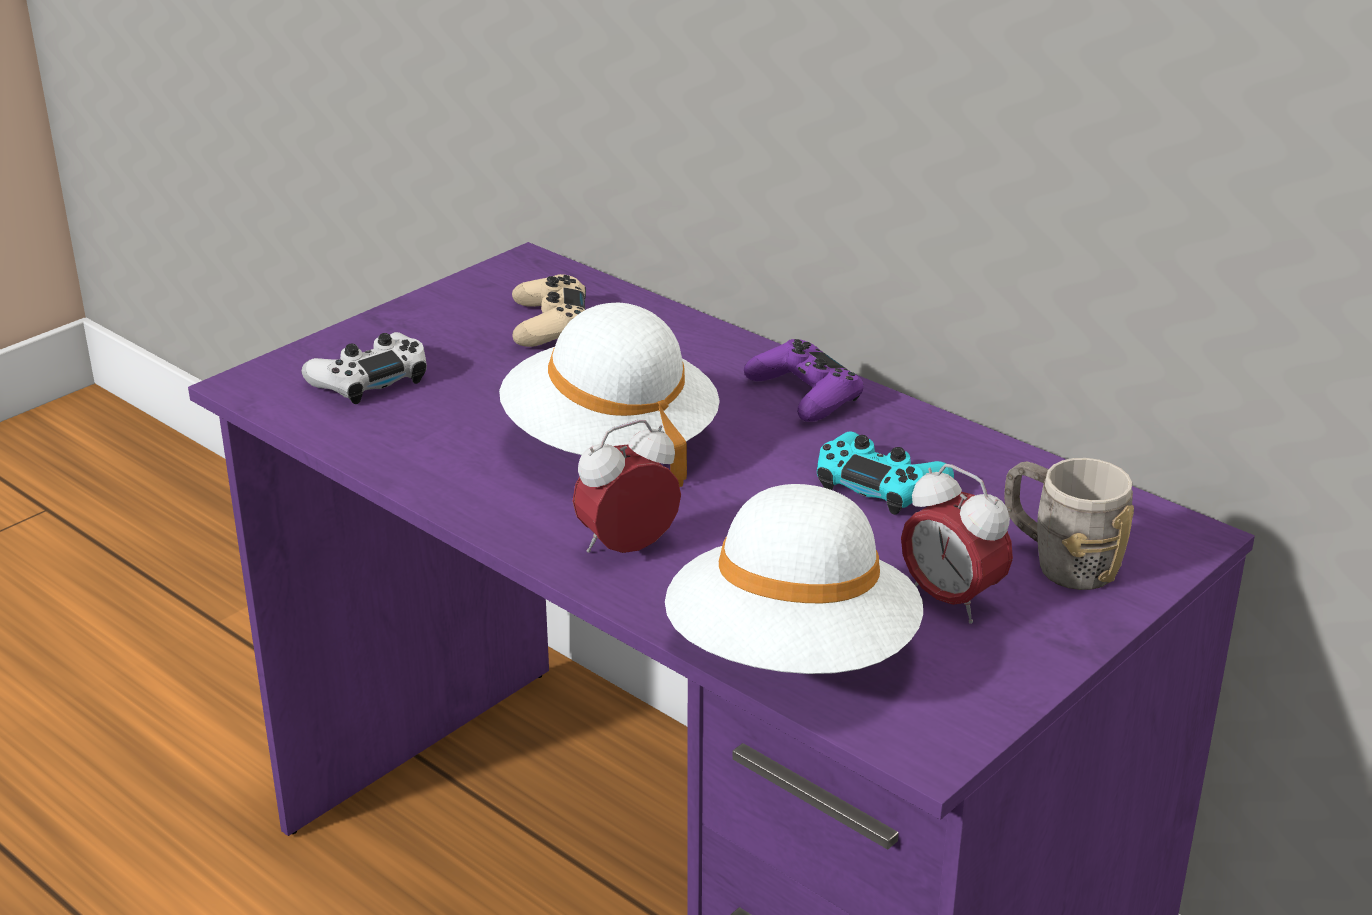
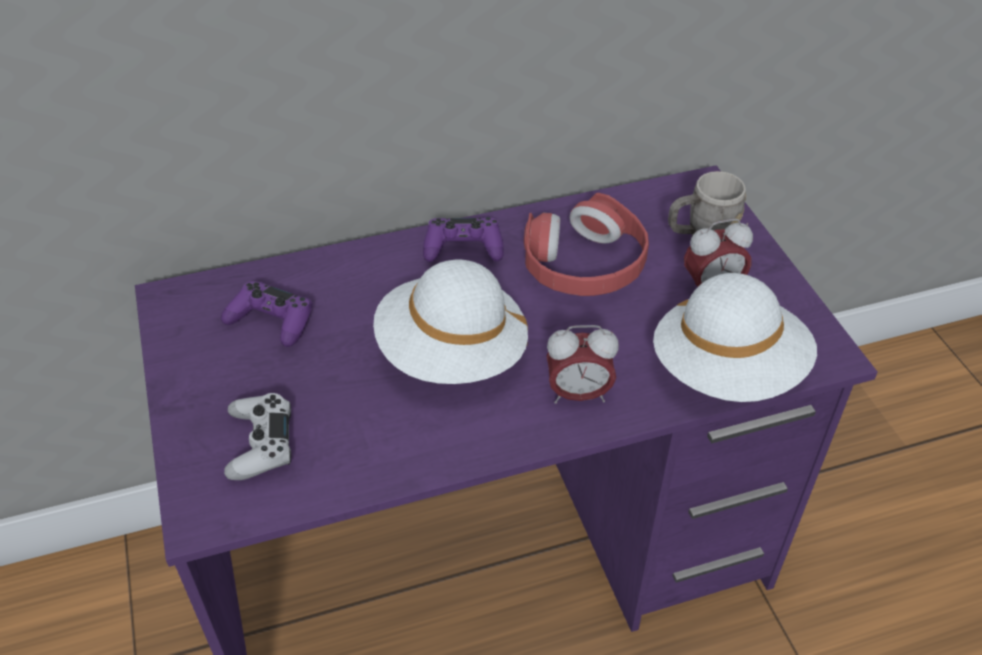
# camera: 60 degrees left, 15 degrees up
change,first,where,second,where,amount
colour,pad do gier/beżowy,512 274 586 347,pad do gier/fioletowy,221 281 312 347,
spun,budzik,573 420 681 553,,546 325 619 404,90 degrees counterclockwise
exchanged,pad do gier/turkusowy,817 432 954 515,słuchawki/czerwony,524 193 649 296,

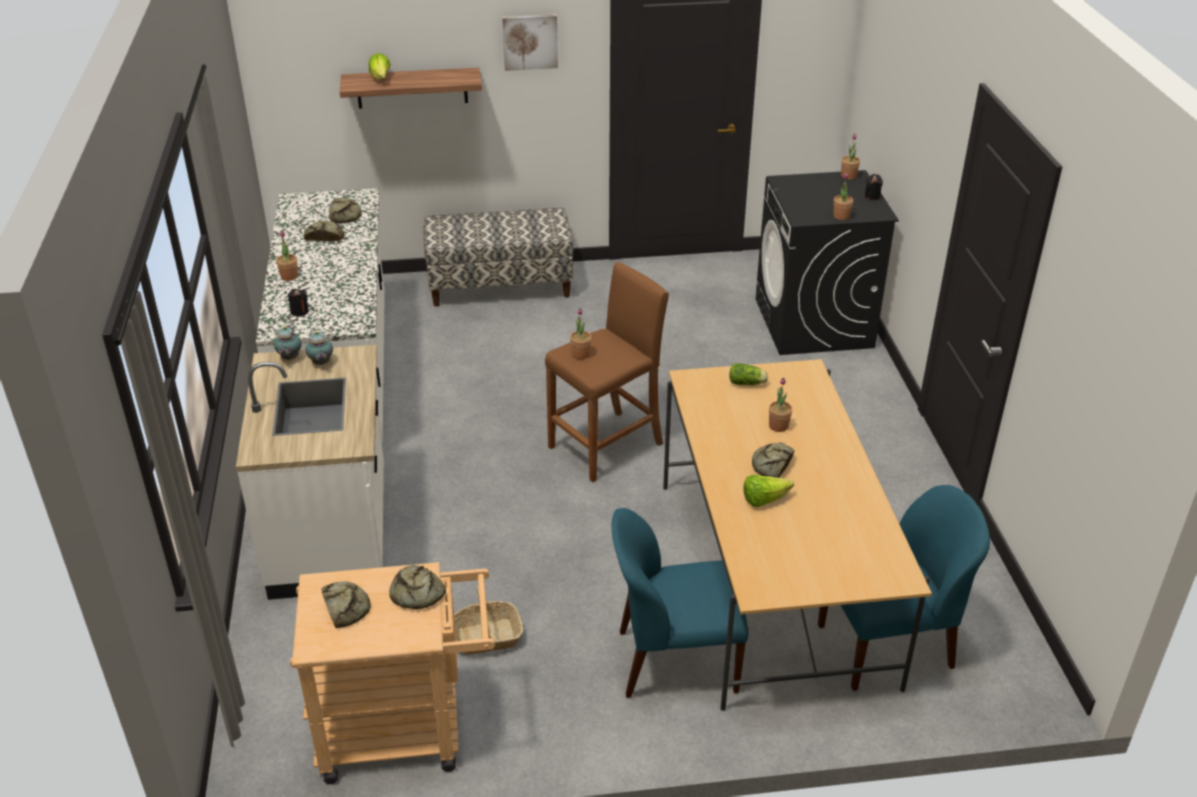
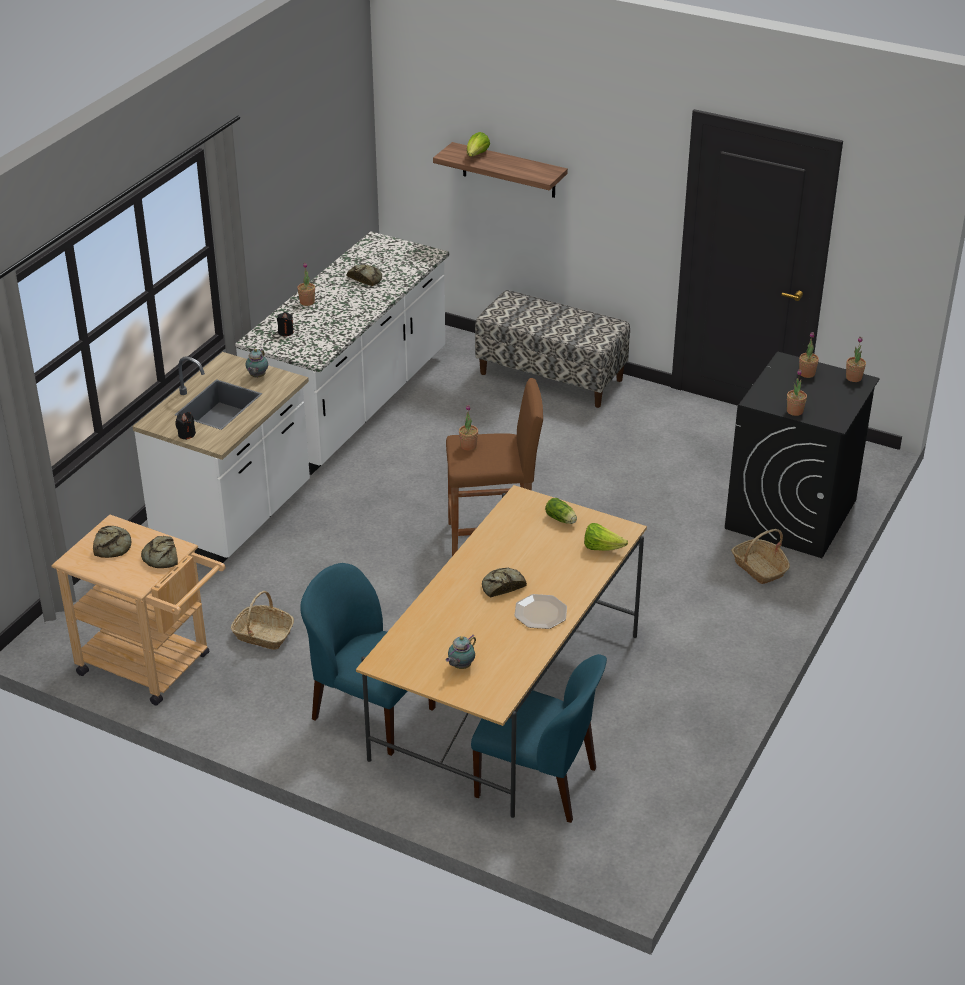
# camera: 35 degrees right, 0 degrees up
change,first,where,second,where,amount
relocated,imbryk,274 325 302 360,,446 635 476 669,
missing,chleb,329 198 362 223,,,
missing,obraz,502 14 558 71,,,
relocated,sałata,743 475 794 507,,584 523 628 551,
relocated,roślina doniczkowa,769 378 792 432,,799 332 819 378,
relocated,świeca/czarny,865 174 883 200,,175 412 196 440,
appeared,,,talerz,514 594 567 629,
appeared,,,koszyk,731 529 790 584,

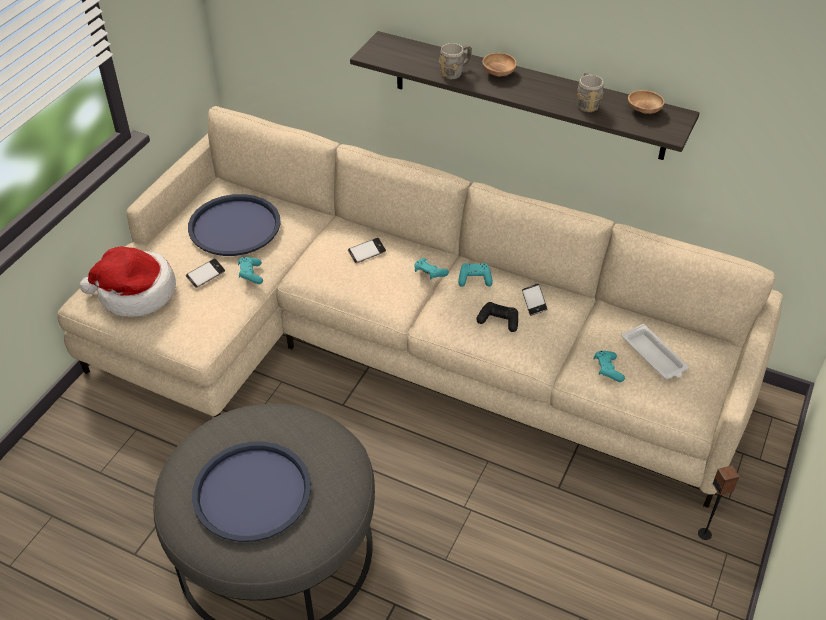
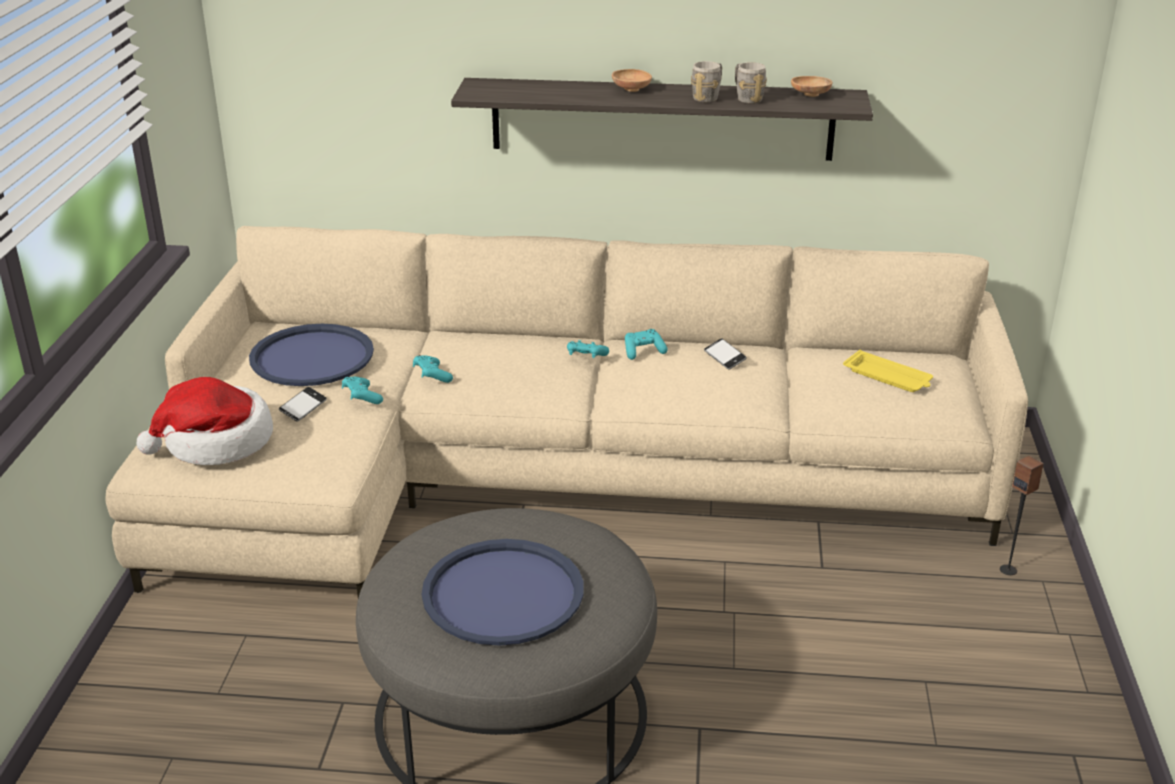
# camera: 20 degrees left, 15 degrees down
change,first,where,second,where,amount
missing,telefon,348 238 386 263,,,
relocated,kubek/szary,439 43 472 79,,691 61 722 103,
missing,pad do gier/czarny,476 302 518 332,,,
relocated,pad do gier/turkusowy,593 351 625 382,,413 355 453 383,
colour,taca/biały,622 324 689 379,taca/żółty,843 350 933 392,

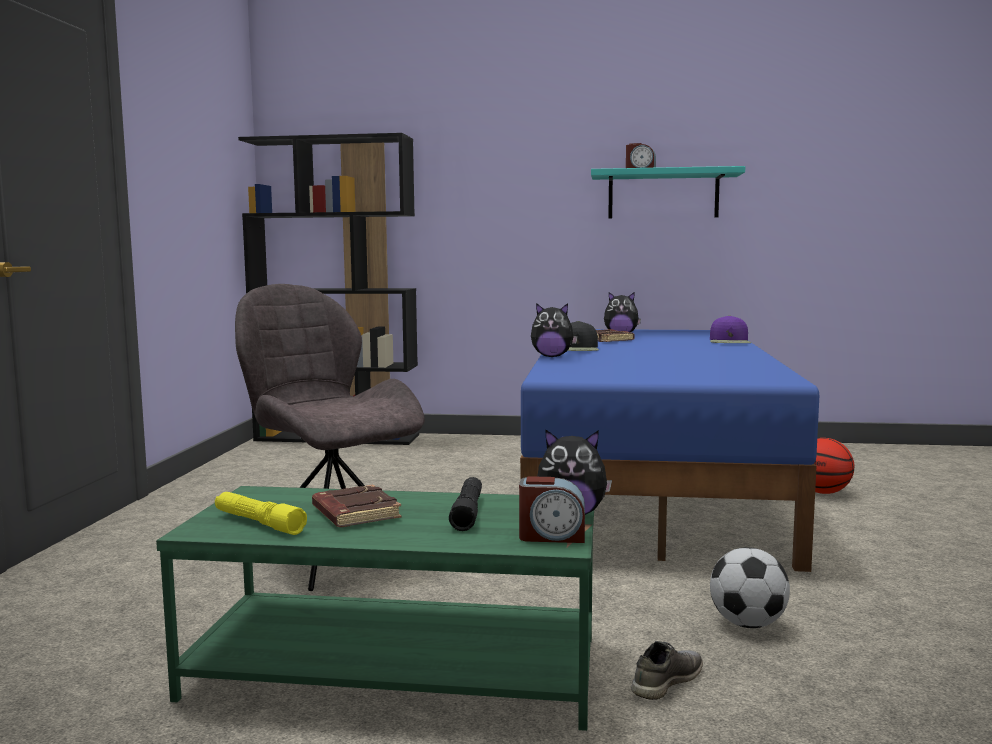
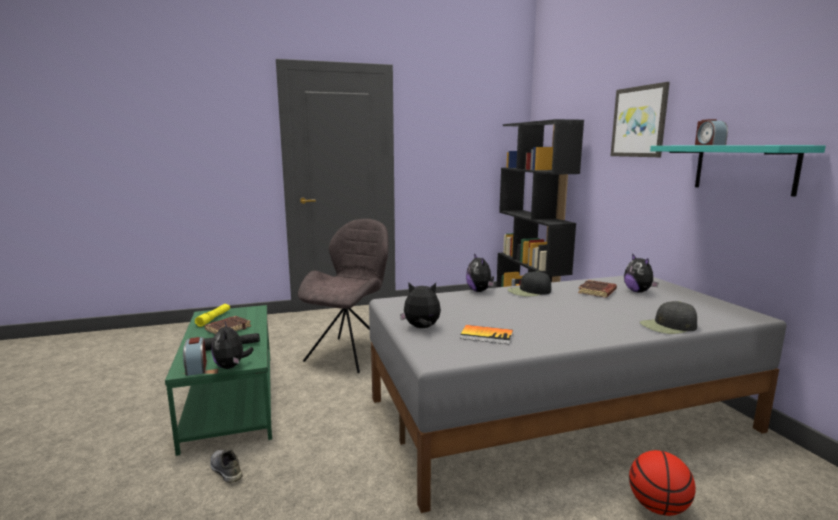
# camera: 65 degrees right, 5 degrees up
change,first,where,second,where,amount
colour,łóżko/niebieski,520 329 819 572,łóżko/szary,369 276 786 513,
spun,but/szary,631 641 703 700,,210 450 243 483,150 degrees counterclockwise
colour,czapka z daszkiem/fioletowy,710 315 751 343,czapka z daszkiem/czarny,640 301 697 334,
missing,piłka futbolowa,710 547 790 628,,,
appeared,,,pluszak,400 283 441 328,
appeared,,,książka,460 325 513 344,
appeared,,,obraz,611 82 670 157,

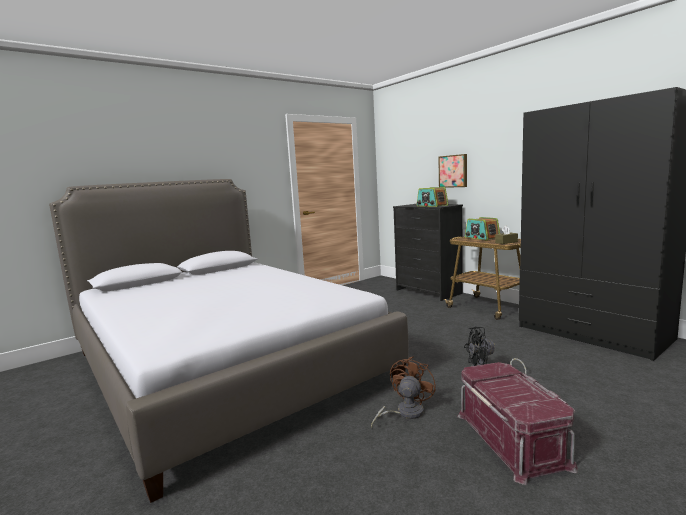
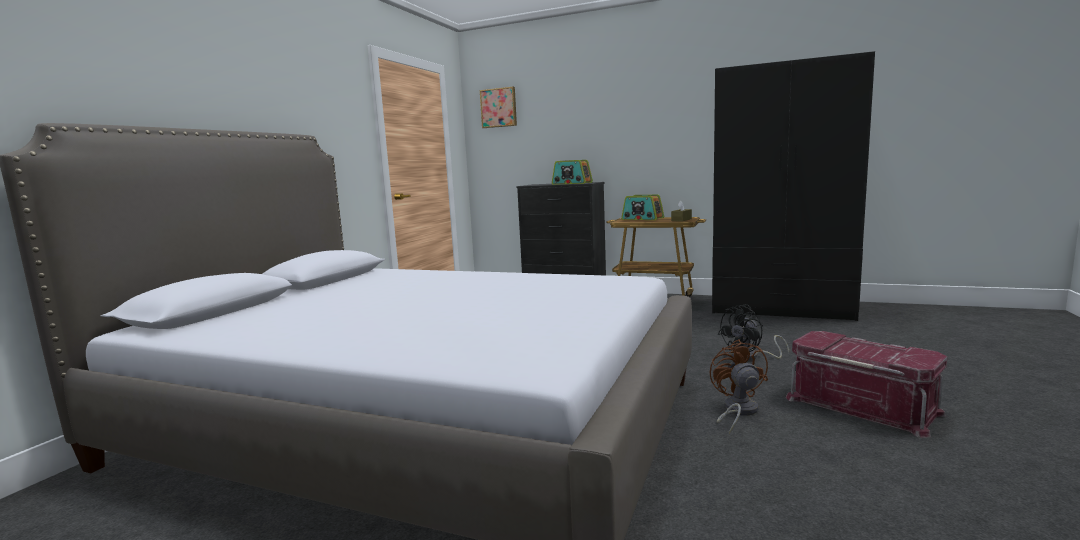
# camera: 30 degrees left, 0 degrees up
change,first,where,second,where,amount
relocated,obraz,438 154 467 188,,480 87 517 128,

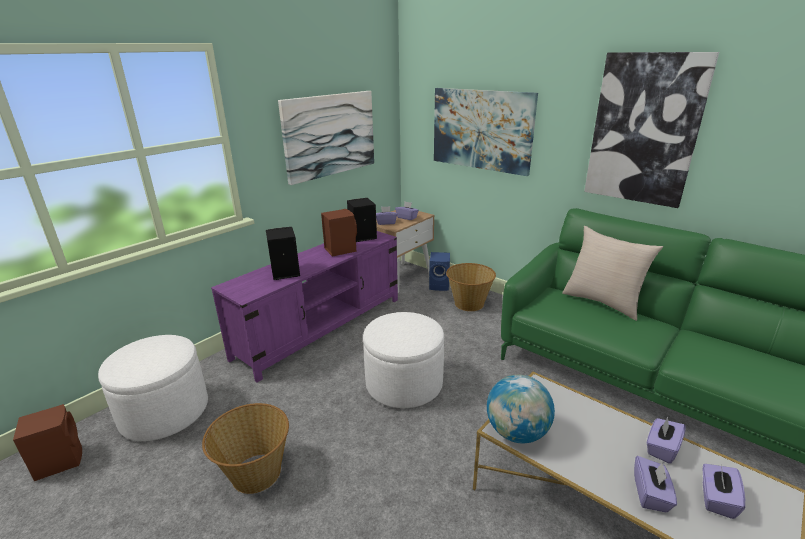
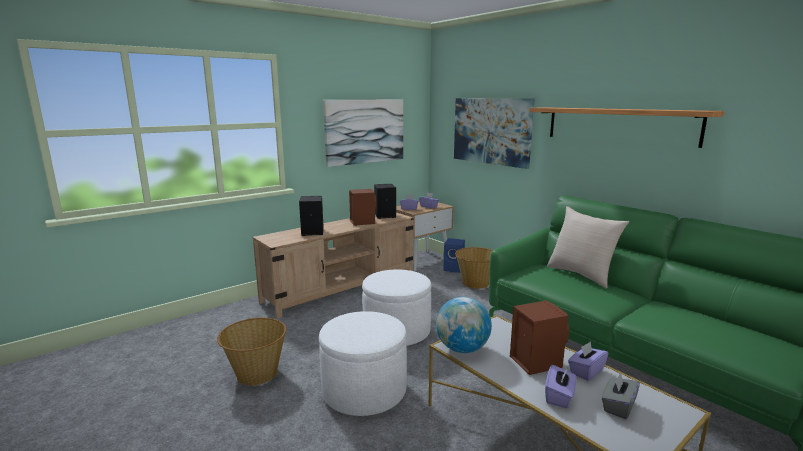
# camera: 10 degrees right, 10 degrees down
change,first,where,second,where,amount
relocated,głośnik/brązowy,13 404 82 481,,510 300 569 375,
relocated,pufa/biały,98 335 208 441,,319 311 407 416,
colour,szafka pod telewizor/fioletowy,211 231 398 382,szafka pod telewizor/beżowy,253 212 414 319,
exchanged,obraz,584 52 719 208,półka,529 107 725 148,
colour,pudełko chusteczek/fioletowy,703 464 745 519,pudełko chusteczek/szary,602 373 640 419,

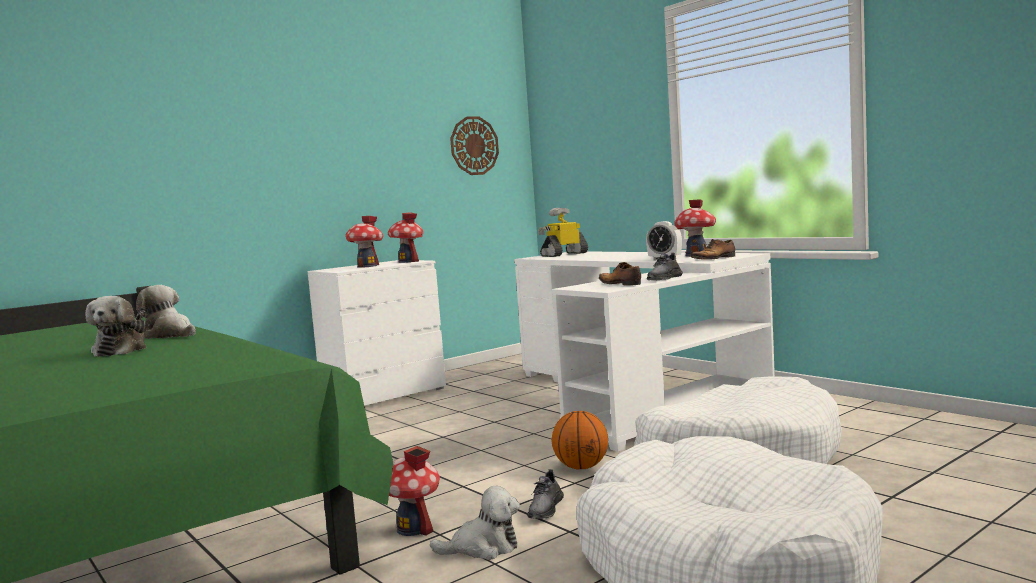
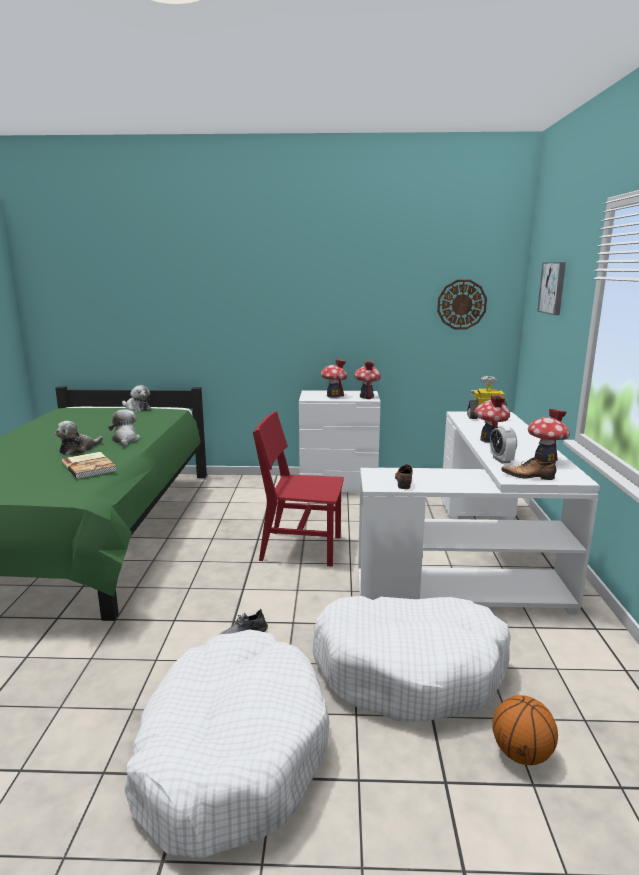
# camera: 40 degrees right, 10 degrees up
change,first,where,second,where,amount
relocated,domek,389 446 440 536,,474 395 510 443,
relocated,pluszak,430 486 520 560,,122 385 151 412,
relocated,piłka do koszykówki,552 411 608 470,,492 695 558 765,
missing,but/szary,647 253 683 280,,,
appeared,,,książka,62 452 117 479,
appeared,,,krzesło/czerwony,253 411 344 567,
appeared,,,obraz,537 262 566 315,

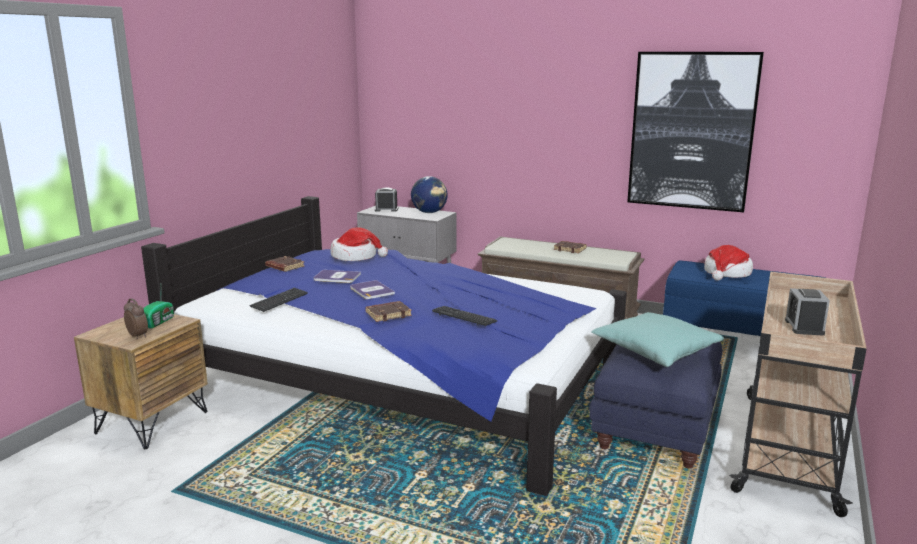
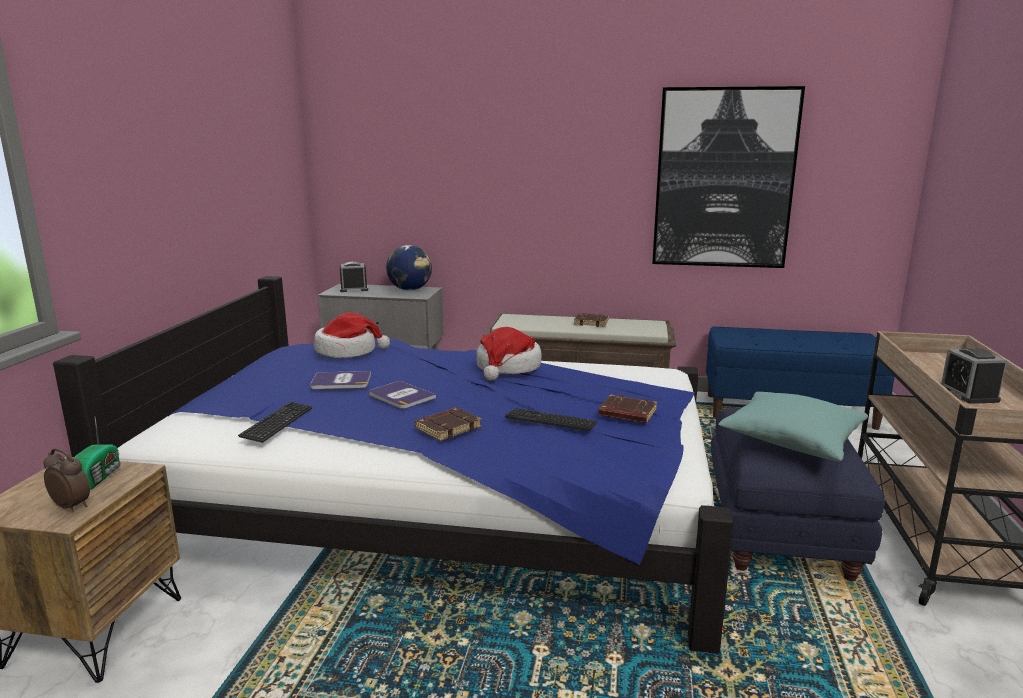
# camera: 15 degrees left, 0 degrees up
change,first,where,second,where,amount
relocated,książka/brązowy,265 256 304 272,,598 395 657 423,
relocated,kapelusz,704 245 753 281,,476 327 541 380,

